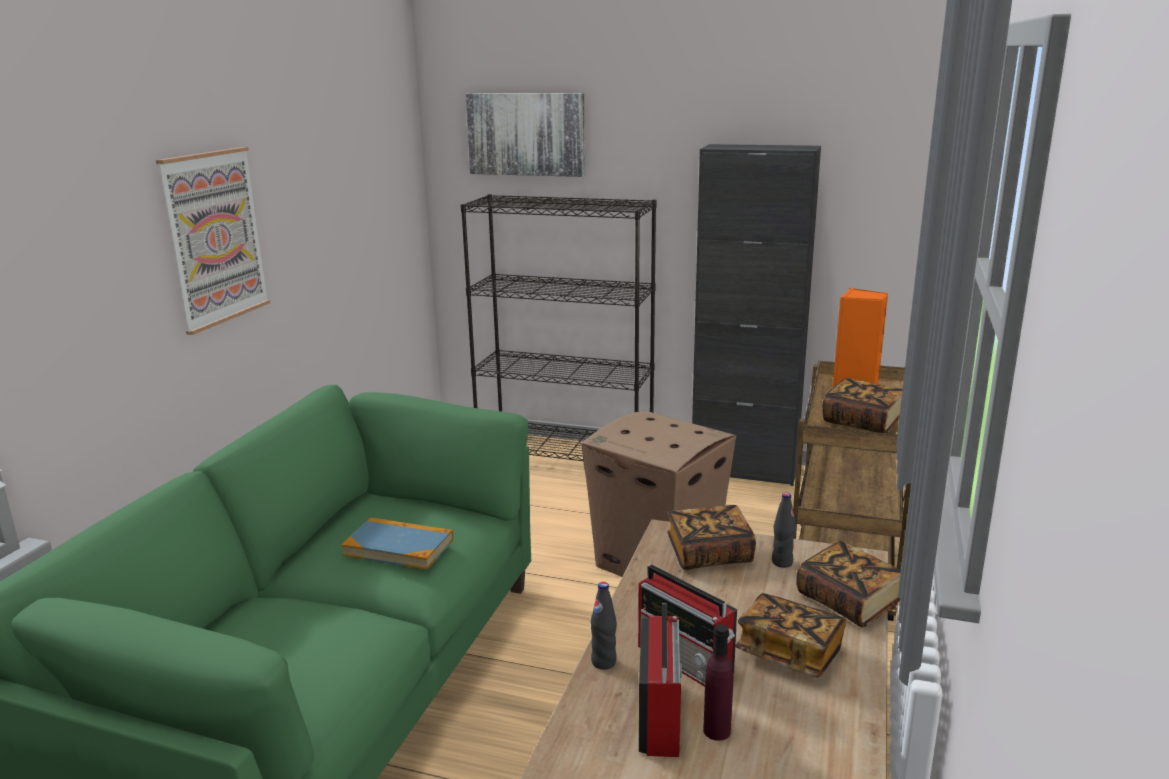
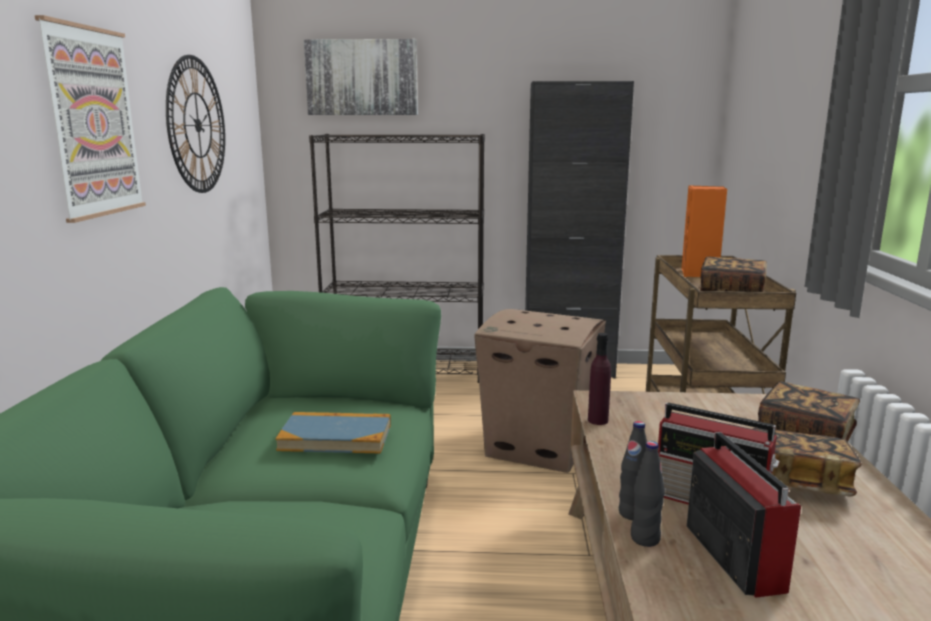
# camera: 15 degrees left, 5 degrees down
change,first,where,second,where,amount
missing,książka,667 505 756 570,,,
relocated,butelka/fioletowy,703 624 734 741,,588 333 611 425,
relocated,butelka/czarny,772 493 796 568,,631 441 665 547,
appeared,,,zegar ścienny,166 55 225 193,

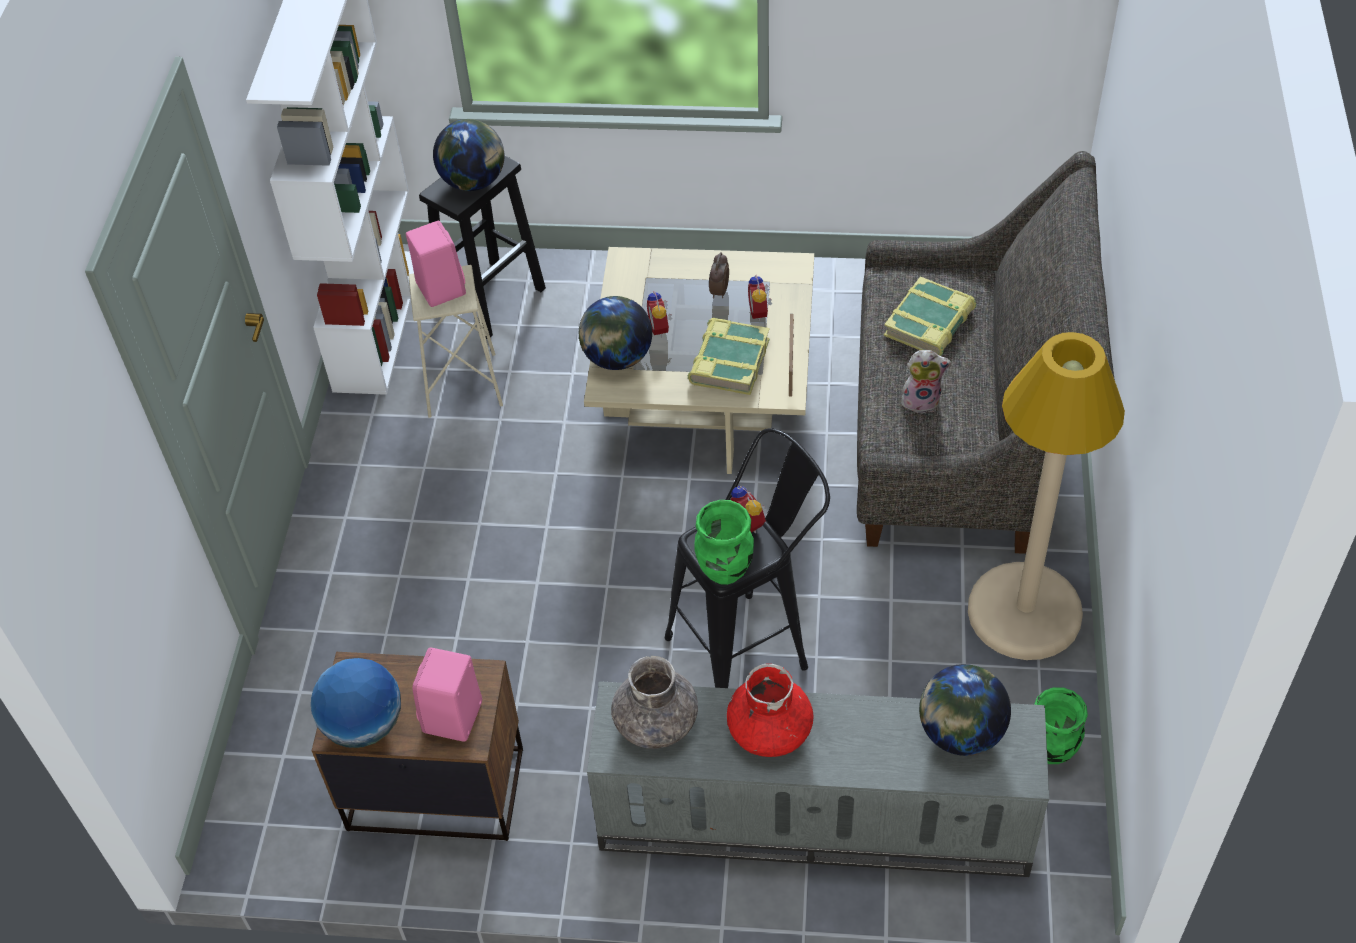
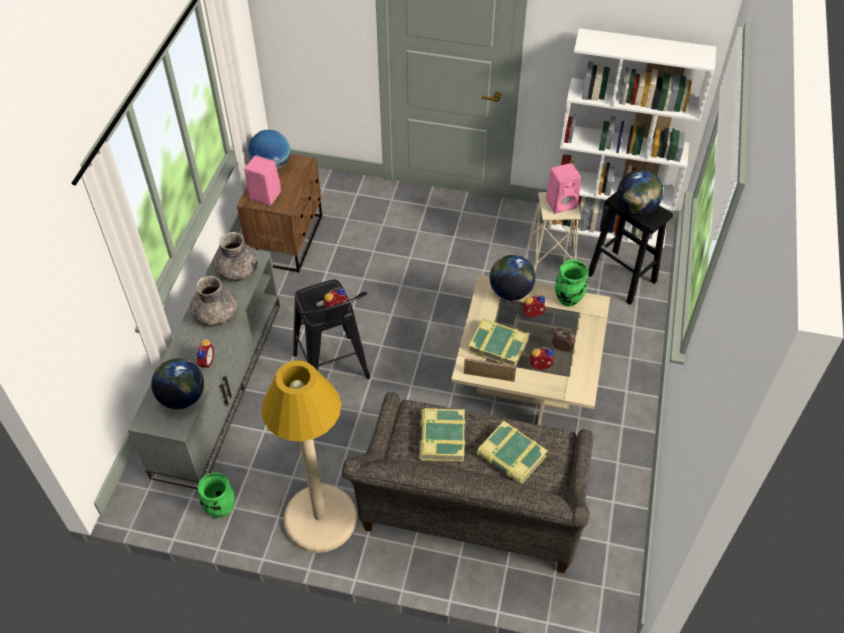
# camera: 95 degrees right, 0 degrees up
change,first,where,second,where,amount
relocated,wazon/zielony,694 500 754 585,,555 260 589 307,
colour,wazon/czerwony,727 664 814 757,wazon/szary,190 276 237 327,
exchanged,pluszak,901 350 951 414,książka,418 408 465 462,
appeared,,,budzik,195 339 214 369,

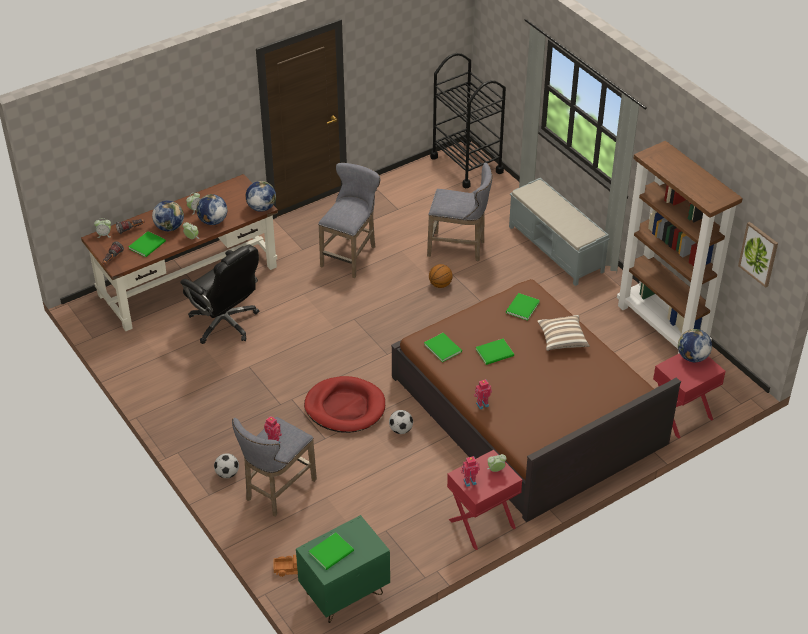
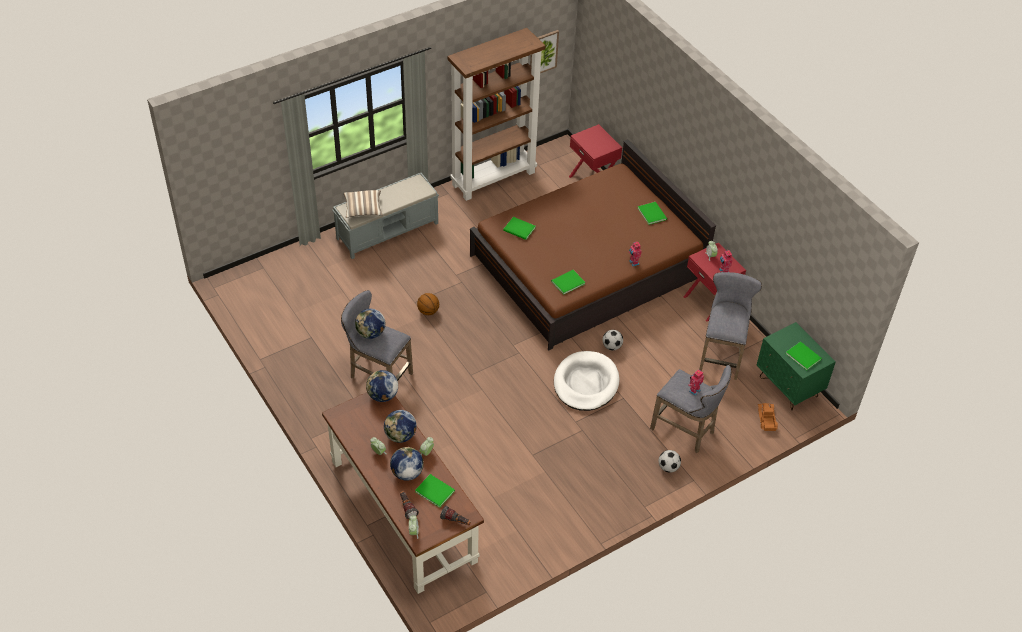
# camera: 90 degrees left, 5 degrees up
change,first,where,second,where,amount
missing,krzesło biurowe/czarny,180 245 259 344,,,
colour,legowisko/czerwony,304 376 385 433,legowisko/biały,554 351 619 411,
relocated,stołek/szary,427 163 492 261,,699 272 762 380,
missing,wózek/czarny,430 53 506 188,,,
relocated,książka/zielony,476 339 514 365,,638 202 667 225,
relocated,poduszka,537 315 590 351,,344 190 383 218,
relocated,globus,678 329 712 362,,355 309 385 339,

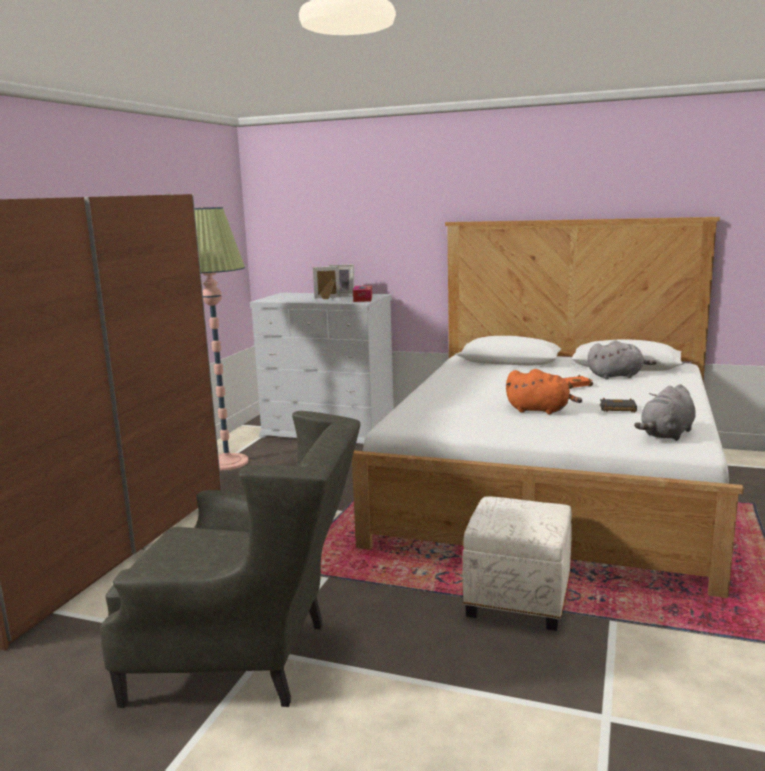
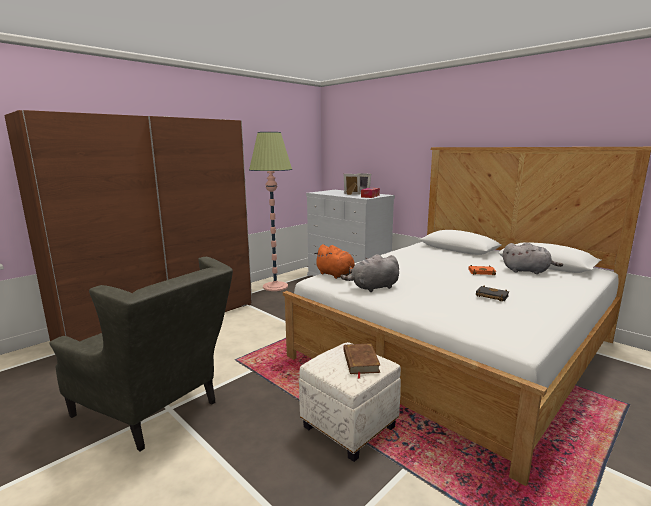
# camera: 25 degrees right, 0 degrees up
change,first,where,second,where,amount
relocated,pluszak/pomarańczowy,505 369 582 414,,314 244 355 279,
relocated,pluszak/szary,634 384 696 441,,341 254 399 292,
appeared,,,książka/brązowy,343 343 381 379,

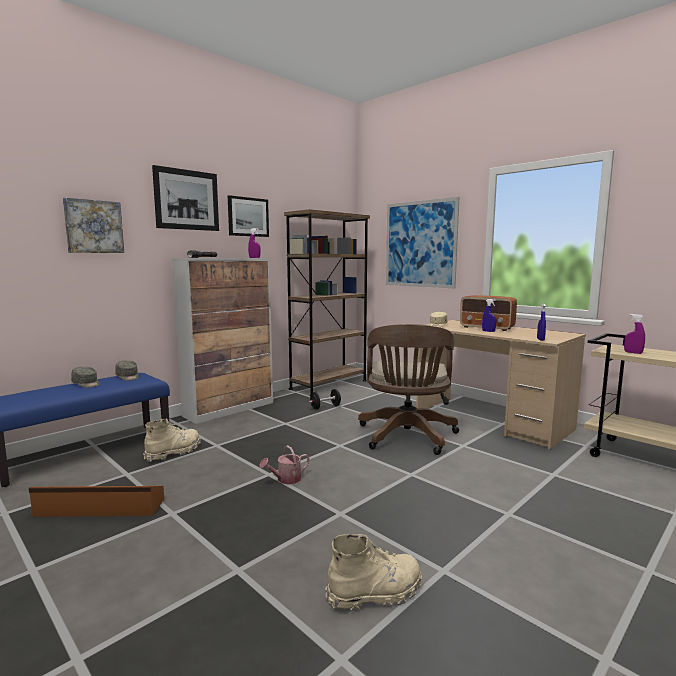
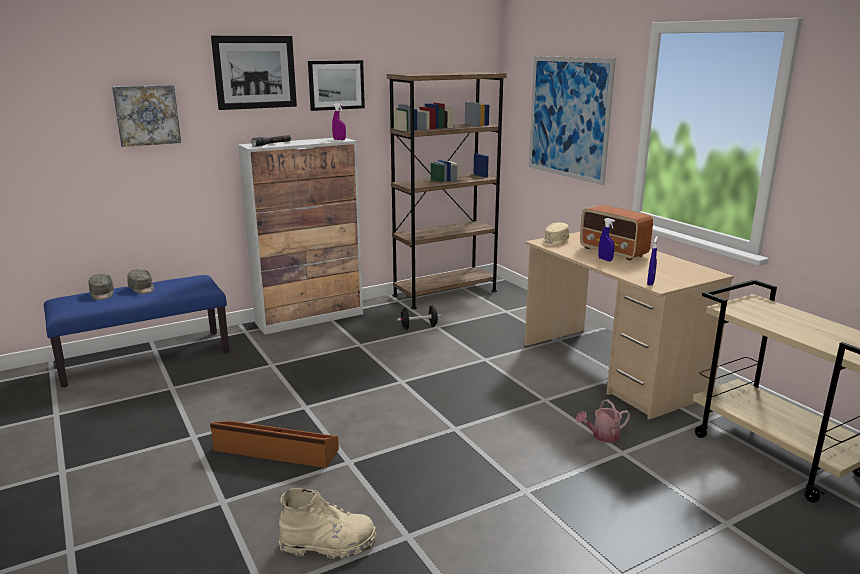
# camera: 15 degrees right, 10 degrees up
change,first,where,second,where,amount
relocated,pojemnik do przechowywania/brązowy,29 486 164 517,,210 421 339 468,
relocated,czapka z daszkiem/szary,115 360 139 381,,89 274 114 300,
missing,but z cholewką/beżowy,143 419 200 462,,,
relocated,konewka,260 445 309 485,,576 399 630 443,
missing,krzesło biurowe/brązowy,358 324 459 455,,,
missing,spryskiwacz/fioletowy,624 314 645 354,,,

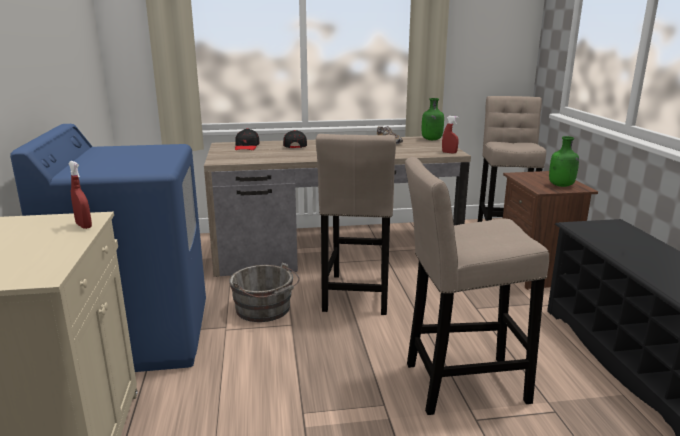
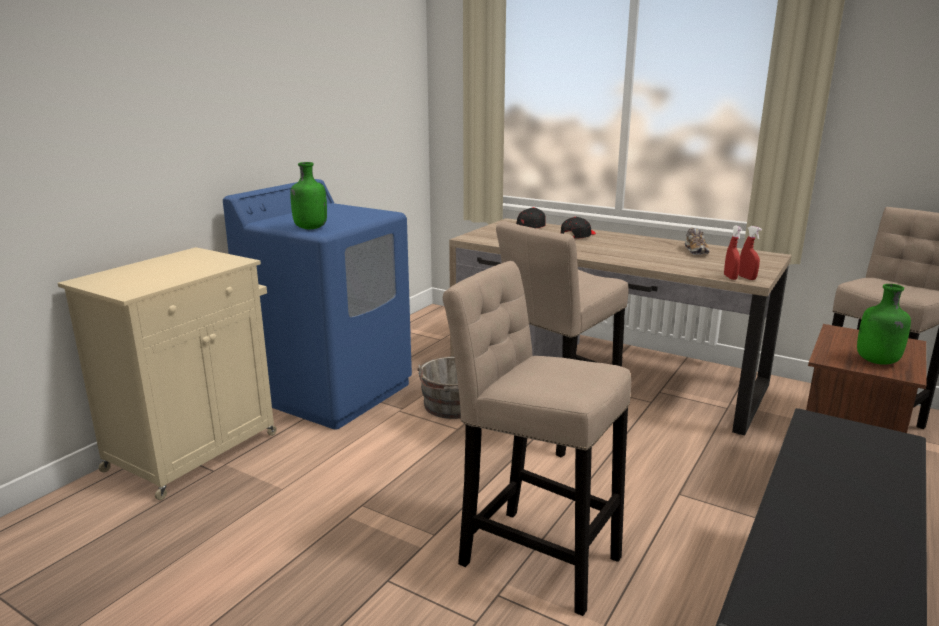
# camera: 40 degrees right, 0 degrees up
change,first,where,second,where,amount
relocated,spryskiwacz/czerwony,68 161 92 229,,724 225 742 280,
relocated,butelka/zielony,422 98 444 140,,290 162 327 229,

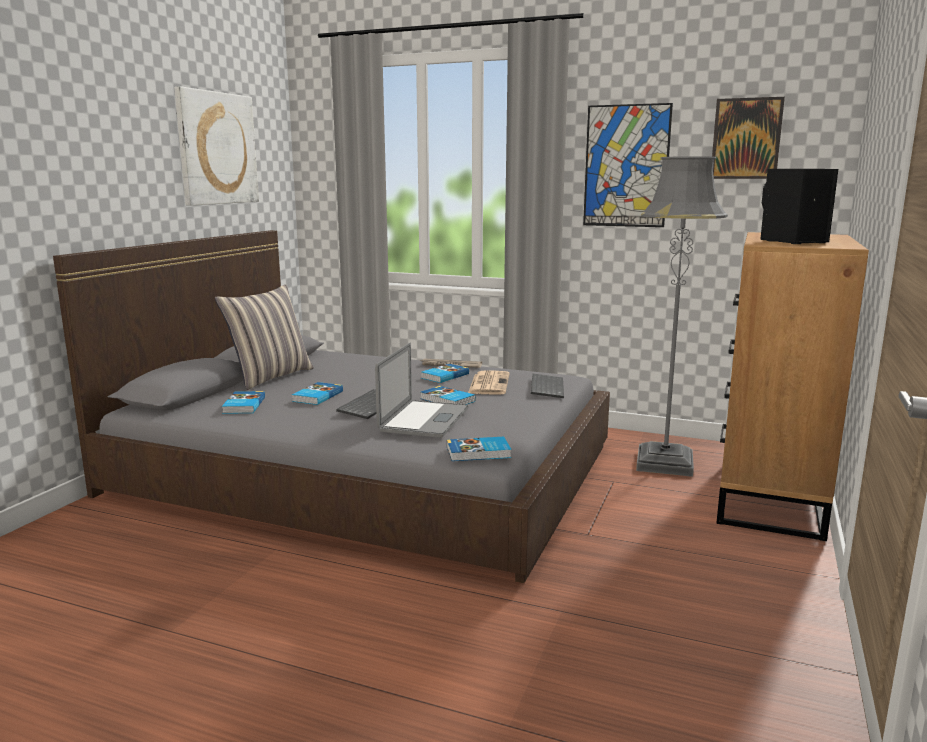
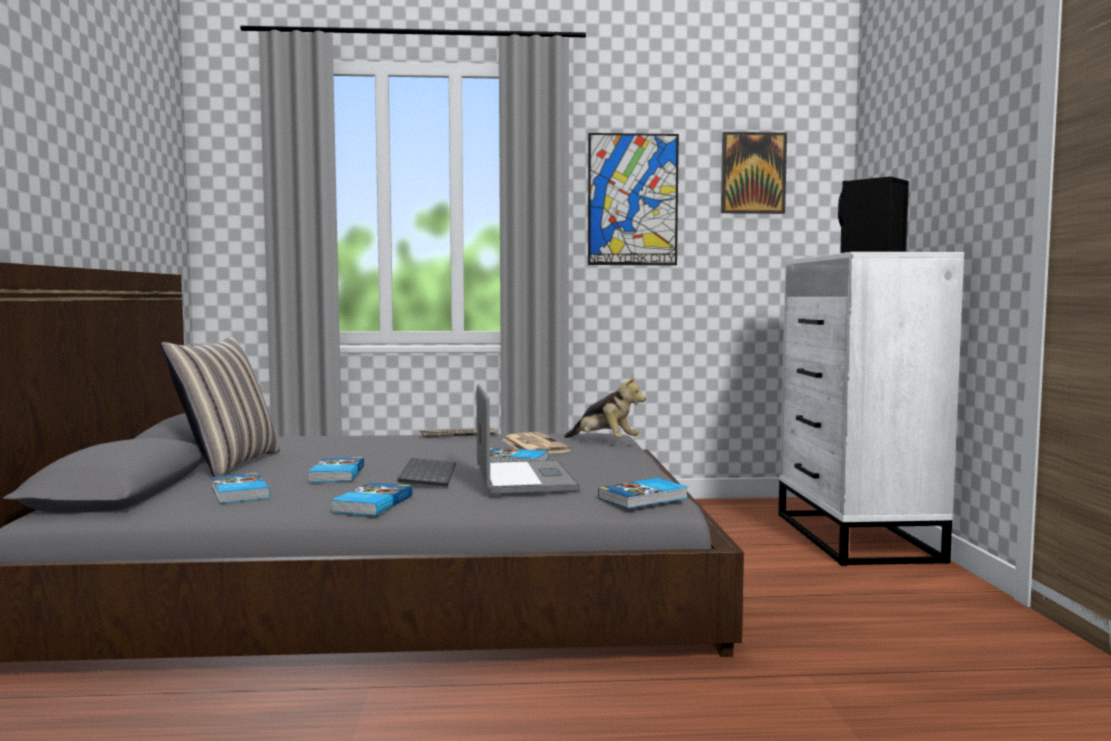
# camera: 25 degrees left, 10 degrees down
change,first,where,second,where,amount
missing,obraz,174 86 259 206,,,
relocated,książka,421 364 469 383,,331 482 413 516,
exchanged,klawiatura,531 374 564 398,pluszak,564 375 646 438,
missing,lampa stojąca/szary,636 156 728 477,,,
colour,komoda/brązowy,716 232 869 541,komoda/biały,779 252 964 566,

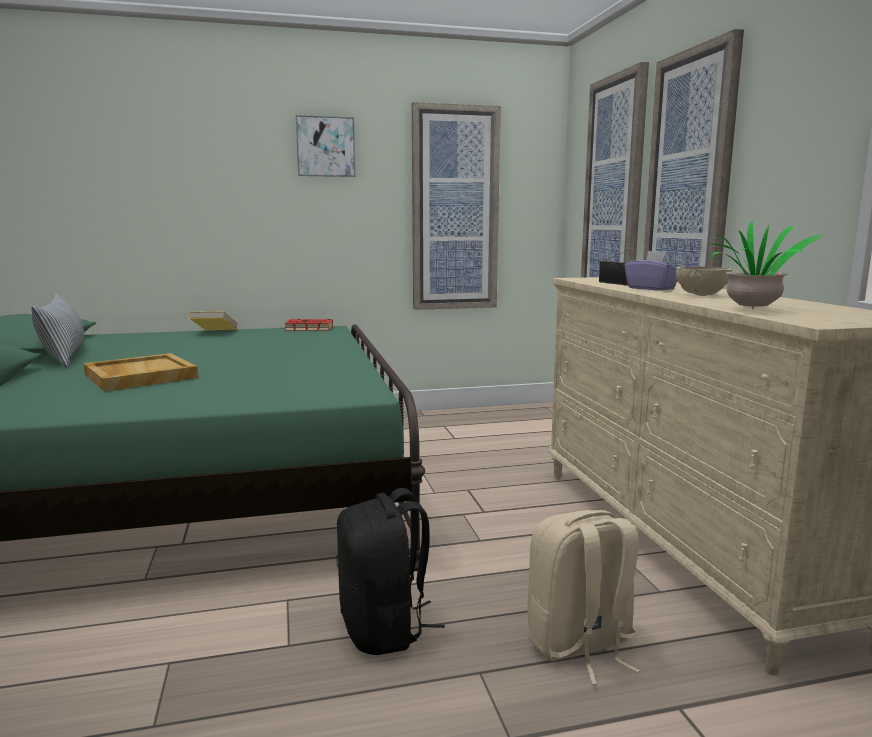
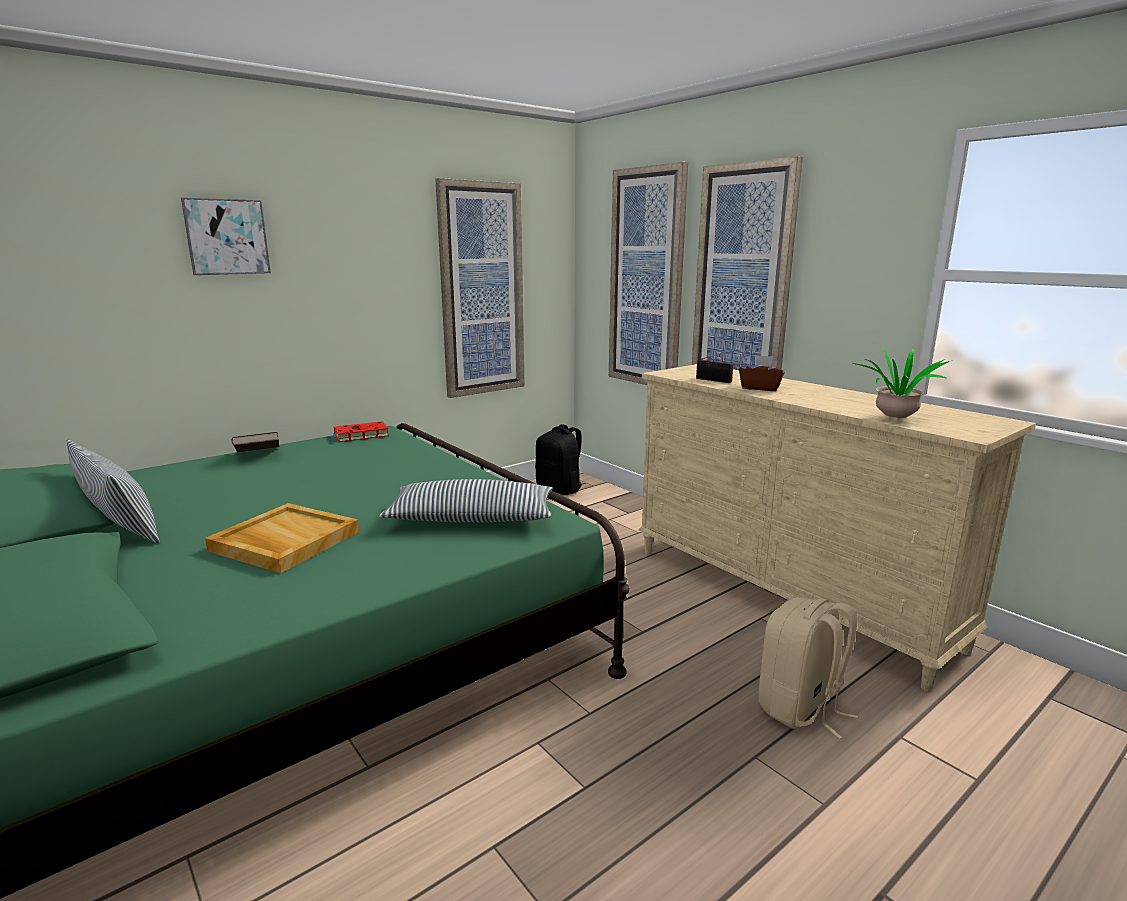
# camera: 25 degrees left, 5 degrees up
change,first,where,second,where,amount
colour,książka/żółty,188 311 238 330,książka/brązowy,232 432 279 452,
relocated,obraz,296 115 355 177,,181 198 271 275,
relocated,plecak/czarny,336 488 445 655,,535 424 586 495,
colour,pudełko chusteczek/fioletowy,625 251 677 291,pudełko chusteczek/brązowy,739 355 785 391,
missing,miska/beżowy,676 267 732 296,,,
appeared,,,poduszka,379 479 553 522,

